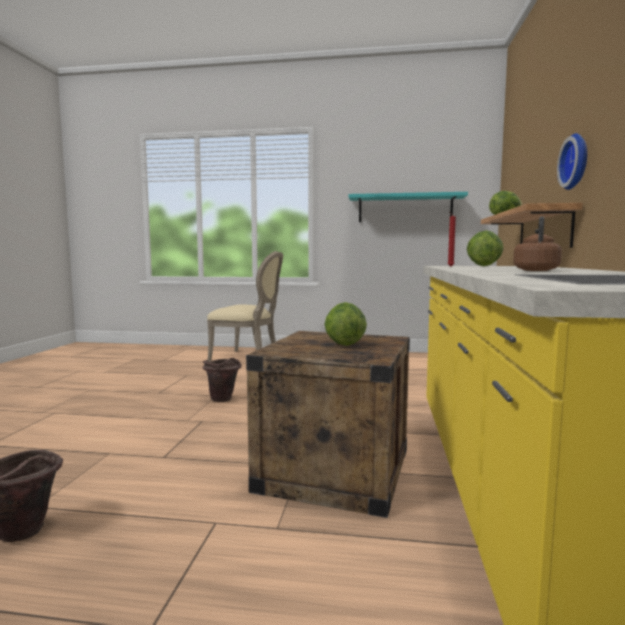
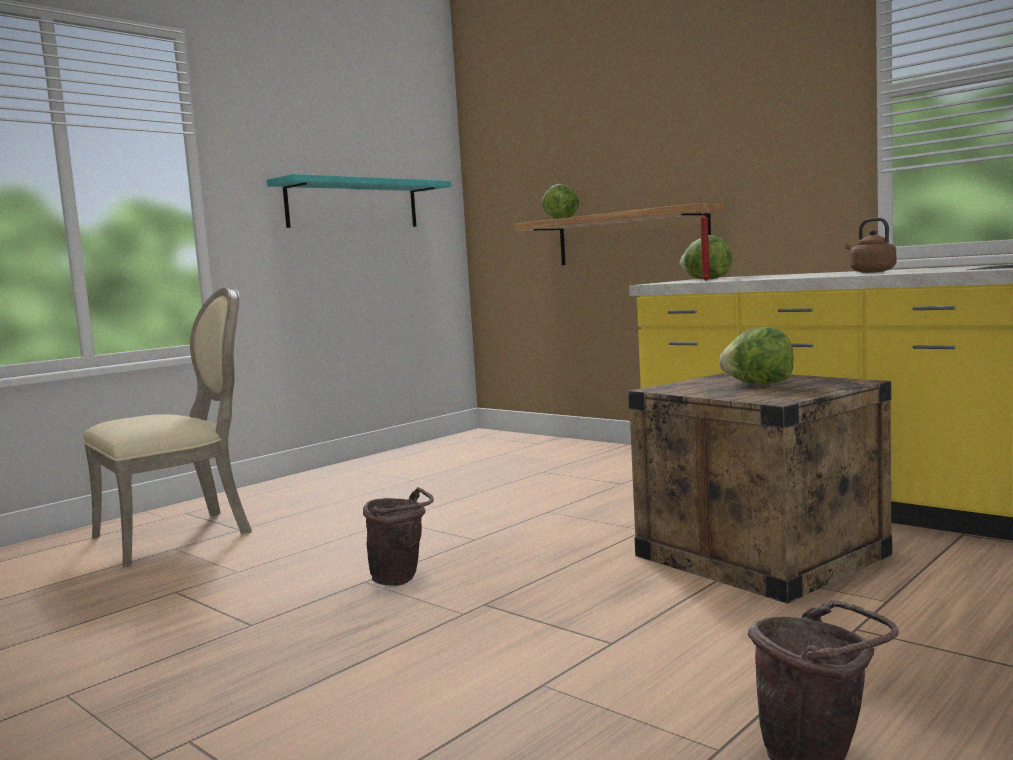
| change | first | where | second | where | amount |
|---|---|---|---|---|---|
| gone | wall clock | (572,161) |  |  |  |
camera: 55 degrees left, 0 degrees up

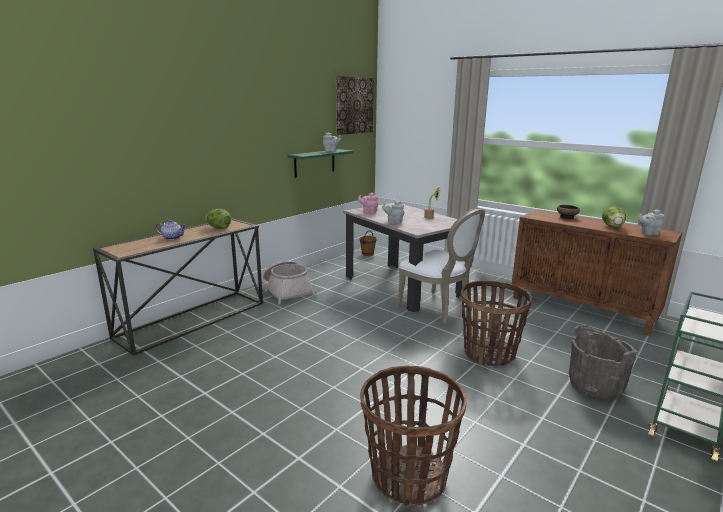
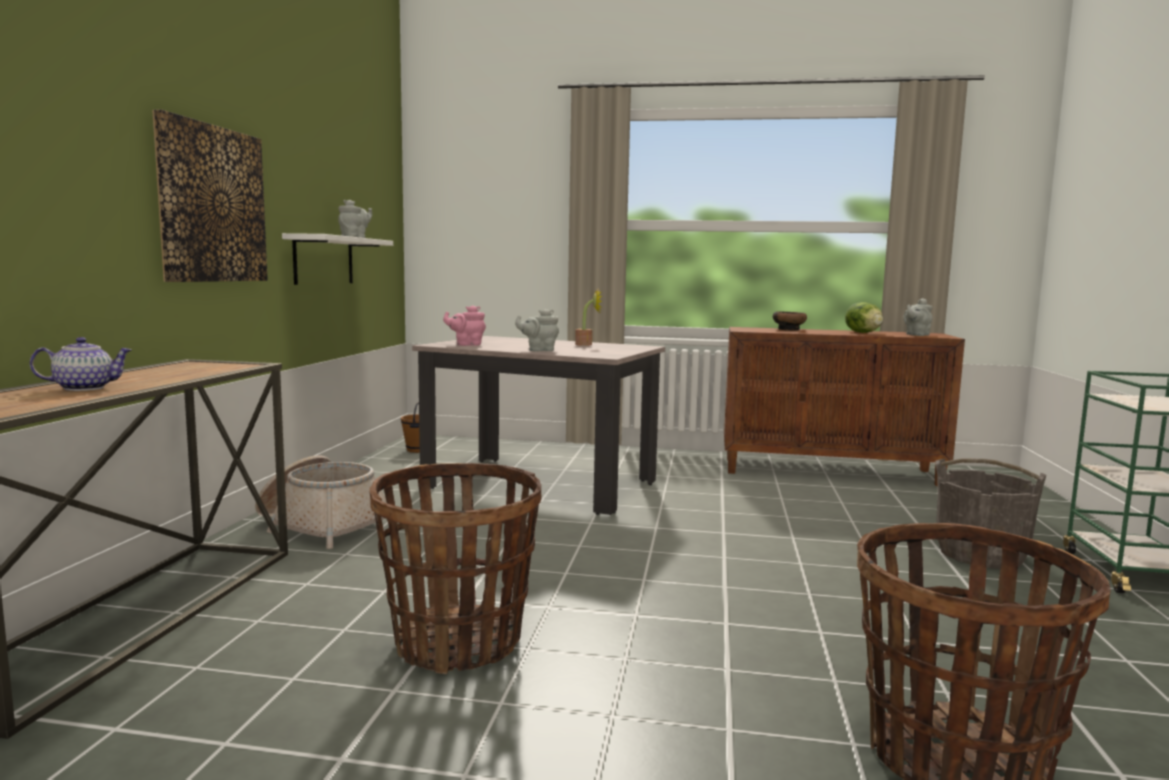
| change | first | where | second | where | amount |
|---|---|---|---|---|---|
| shifted | picture | (355,105) |  | (210,196) |  |
| repainted | shelf (green) | (320,163) | shelf (white) | (337,259) |  |
| shifted | basket | (496,323) |  | (455,568) |  |
| gone | lettuce | (218,219) |  |  |  |
| gone | chair (white) | (441,266) |  |  |  |
camera: 30 degrees left, 10 degrees down

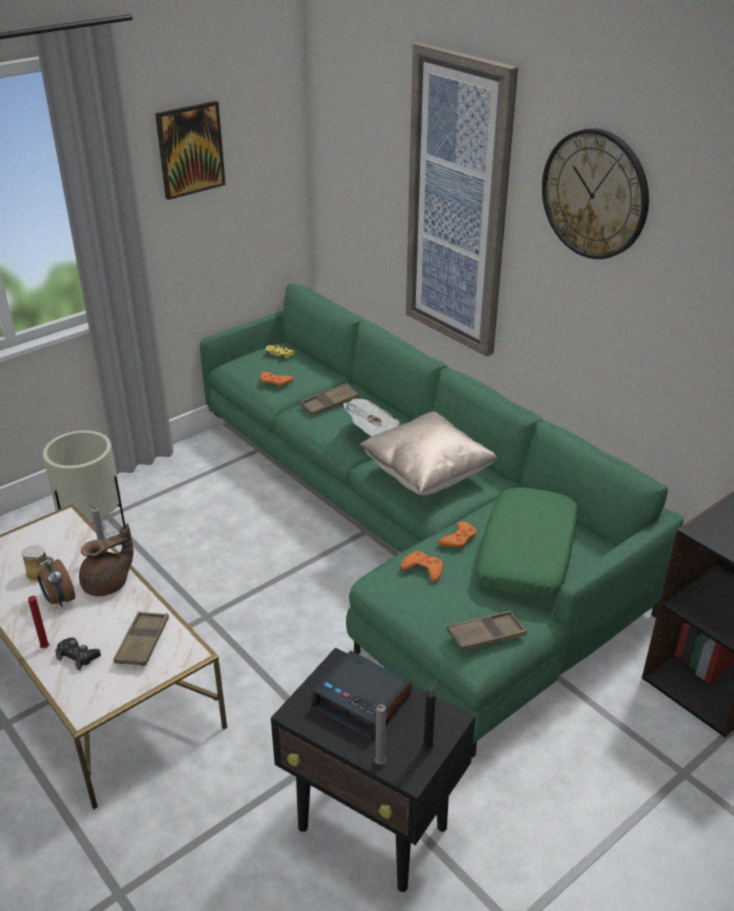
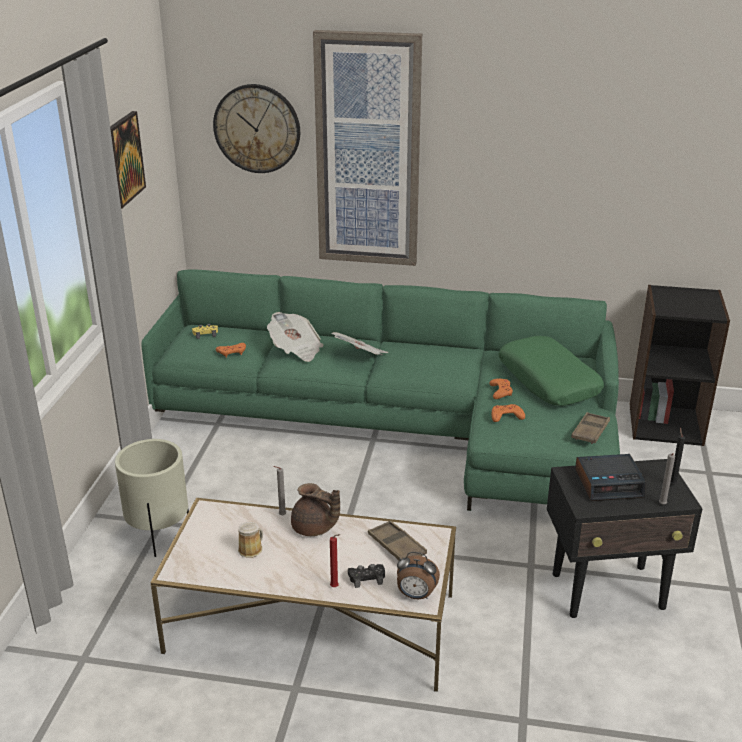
| change | first | where | second | where | amount |
|---|---|---|---|---|---|
| shifted | wall clock | (595,193) |  | (256,128) |  |
| swapped | tray (brown) | (329,399) | newspaper | (295,337) |  |
| rotated | teapot (brown) | (106,559) |  | (315,509) | 105 degrees clockwise |
| shifted | alarm clock | (56,580) |  | (418,575) |  |
| gone | pillow (beige) | (428,453) |  |  |  |
camera: 40 degrees left, 5 degrees down

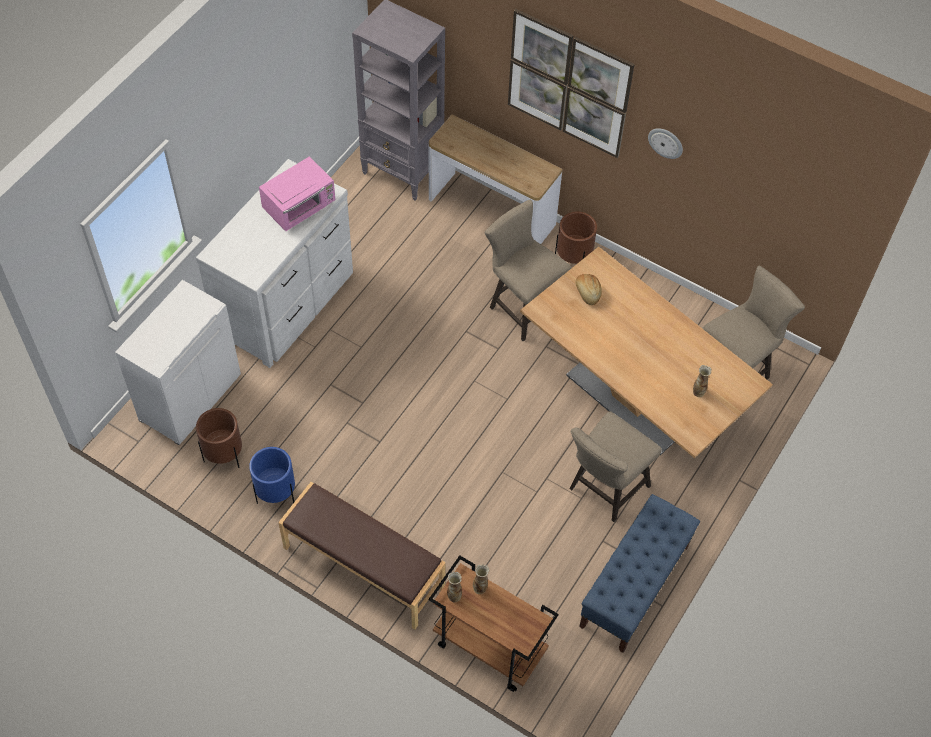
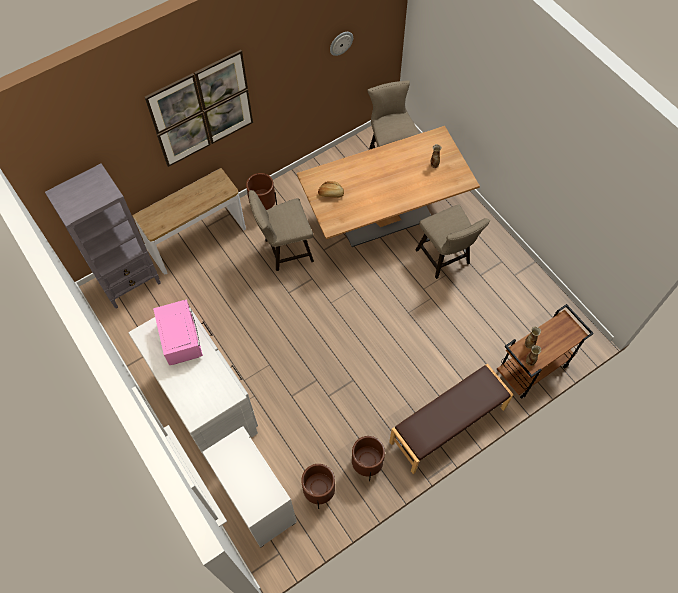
| change | first | where | second | where | amount |
|---|---|---|---|---|---|
| shifted | wall clock | (665,143) |  | (341,44) |  |
| repainted | planter (blue) | (272,475) | planter (brown) | (368,458) |  |
| gone | bench (blue) | (639,573) |  |  |  |
camera: 65 degrees left, 5 degrees up

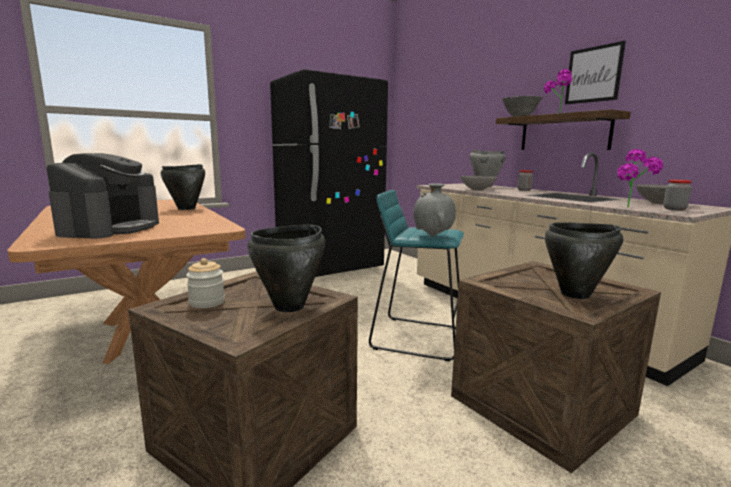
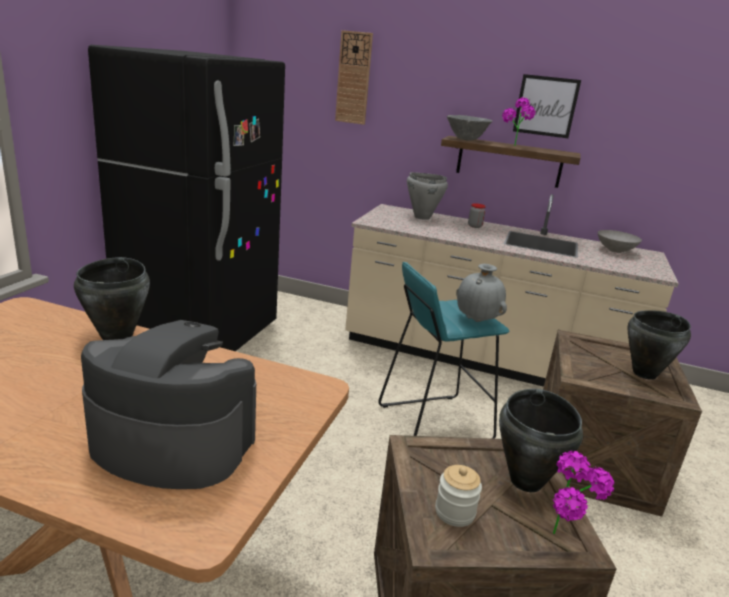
| change | first | where | second | where | amount |
|---|---|---|---|---|---|
| rotated | coffee machine | (103,196) |  | (168,404) | 45 degrees counterclockwise |
| new |  |  | wall clock | (354,77) |  |
| shifted | potted plant | (640,178) |  | (583,492) |  |
| gone | bowl (grey) | (479,183) |  |  |  |
| gone | jar | (677,195) |  |  |  |
camera: 40 degrees left, 10 degrees up

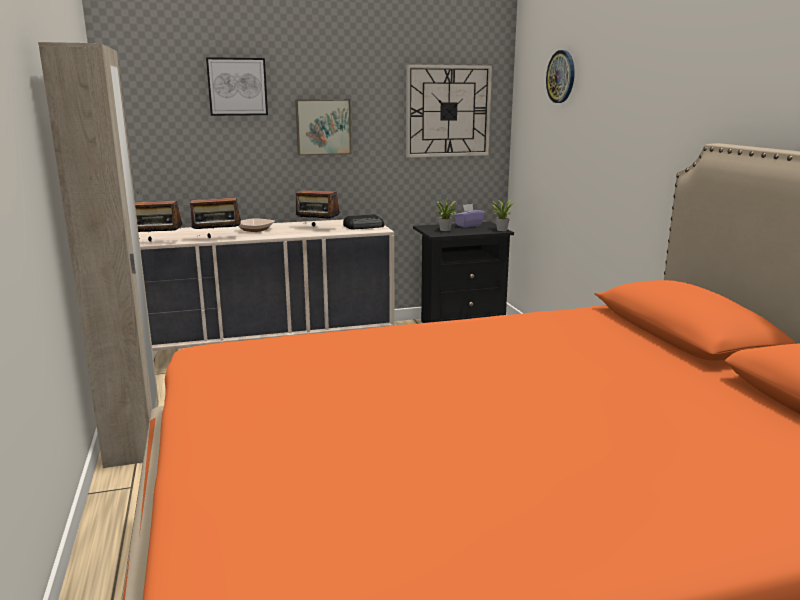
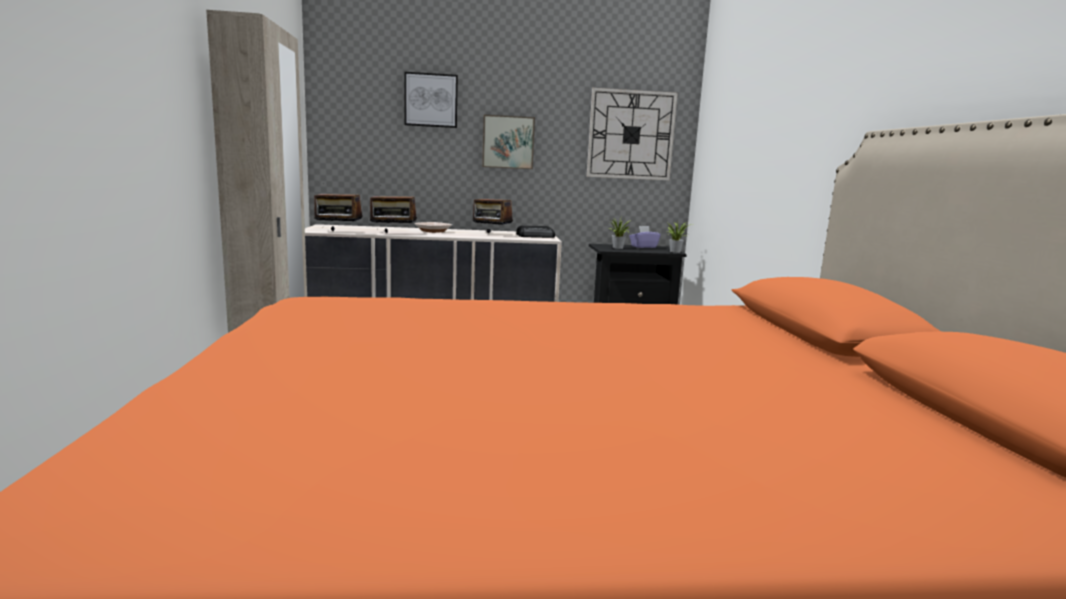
| change | first | where | second | where | amount |
|---|---|---|---|---|---|
| gone | wall clock | (560,76) |  |  |  |
camera: 10 degrees right, 5 degrees down

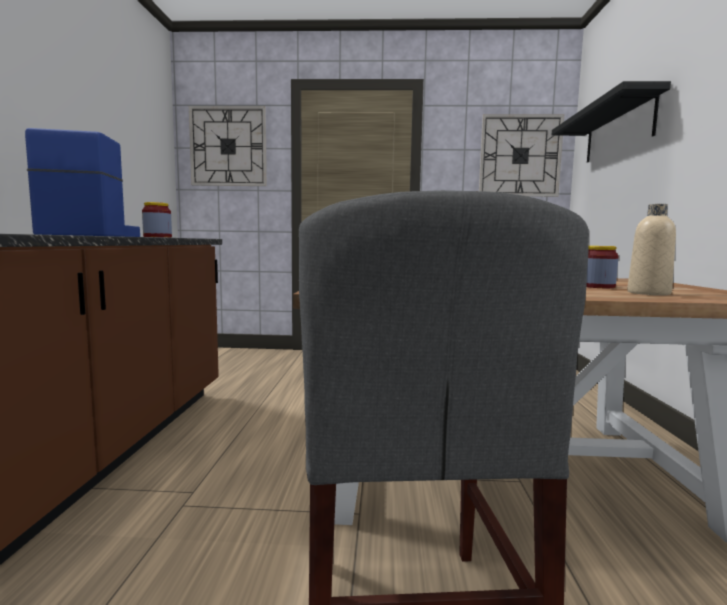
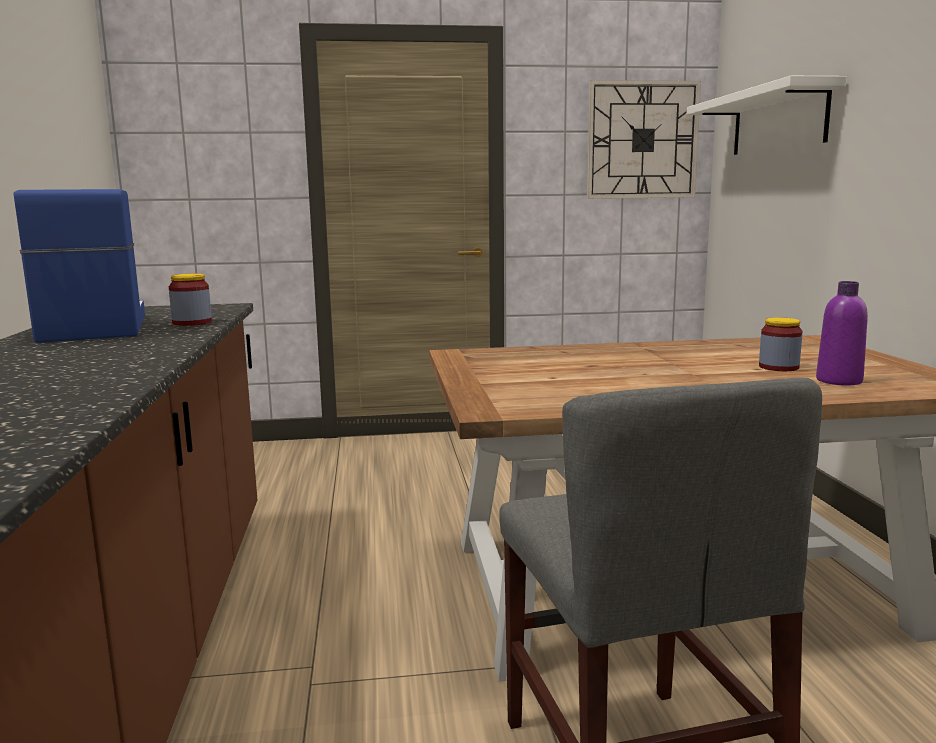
| change | first | where | second | where | amount |
|---|---|---|---|---|---|
| repainted | shelf (black) | (611,121) | shelf (white) | (766,115) |  |
| repainted | bottle (beige) | (651,249) | bottle (purple) | (842,333) |  |
| gone | wall clock | (228,146) |  |  |  |
camera: 10 degrees left, 5 degrees up

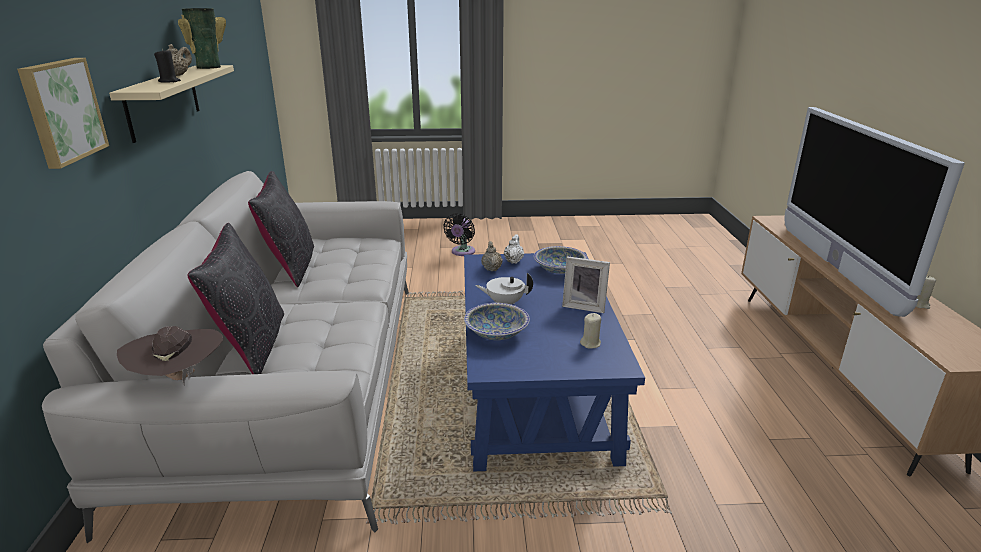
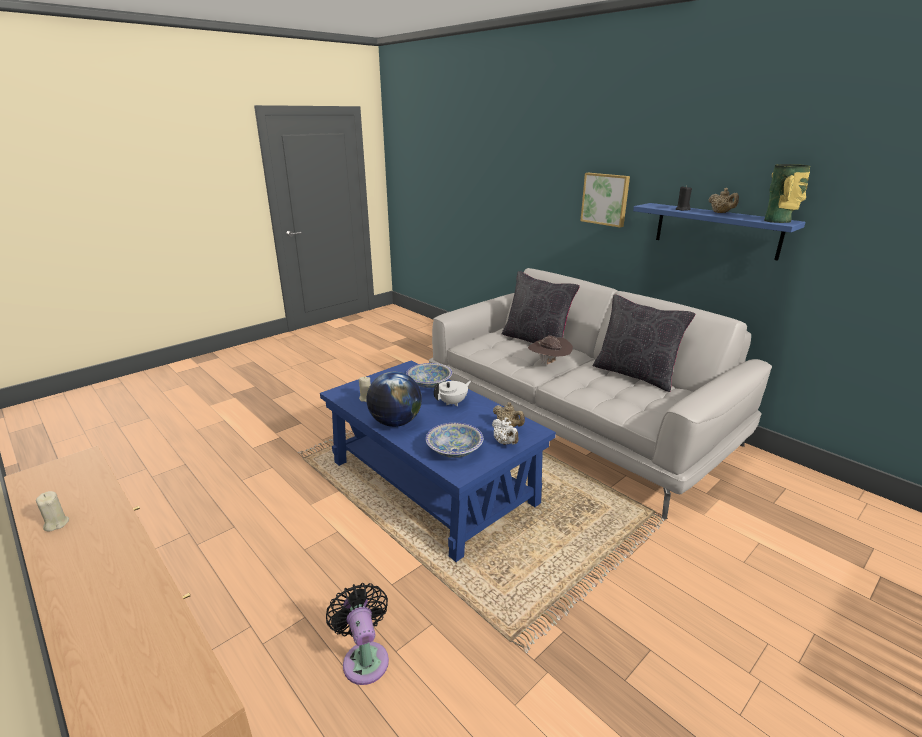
| change | first | where | second | where | amount |
|---|---|---|---|---|---|
| shifted | fan (black) | (459,234) |  | (357,634) |  |
| swapped | picture frame | (586,284) | globe | (394,399) |  |
| shifted | hat (brown) | (170,356) |  | (550,350) |  |
| repainted | shelf (beige) | (171,104) | shelf (blue) | (719,231) |  |
| gone | television | (874,212) |  |  |  |
camera: 140 degrees right, 0 degrees up

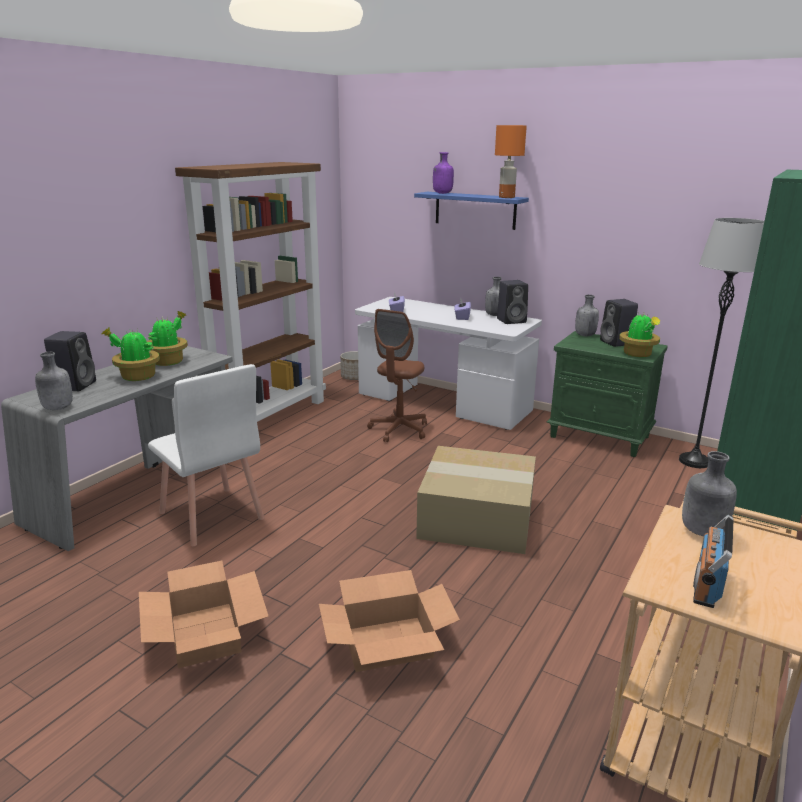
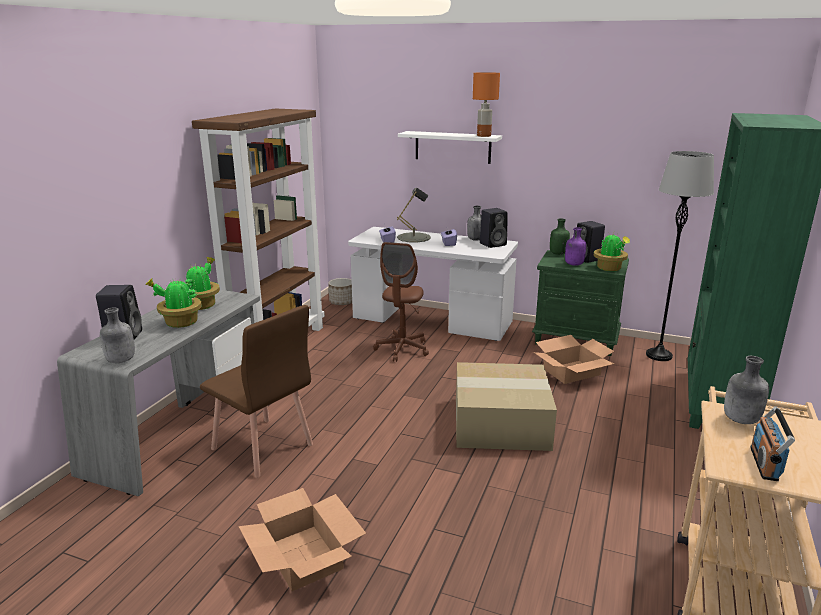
| change | first | where | second | where | amount |
|---|---|---|---|---|---|
| repainted | chair (white) | (206,455) | chair (brown) | (256,391) |  |
| new |  |  | table lamp (grey) | (414,215) |  |
| repainted | shelf (blue) | (471,211) | shelf (white) | (450,147) |  |
| shifted | cardboard box | (389,621) |  | (574,359) |  |
| repainted | bottle (grey) | (587,315) | bottle (green) | (560,236) |  |
| shifted | bottle (purple) | (443,173) |  | (575,246) |  |
camera: 10 degrees left, 0 degrees up

